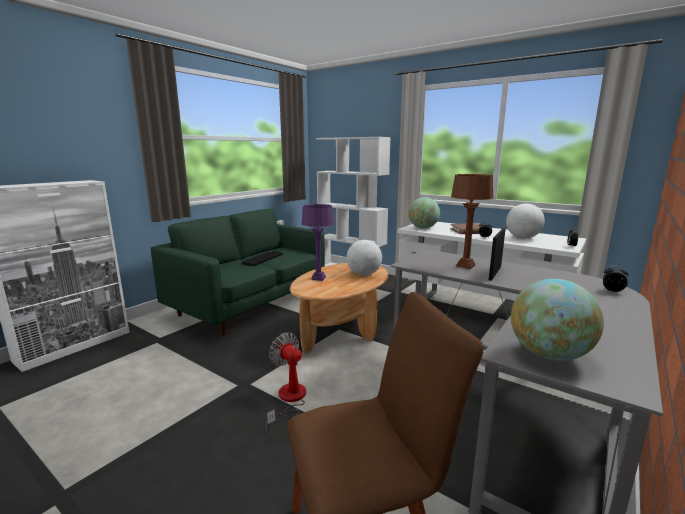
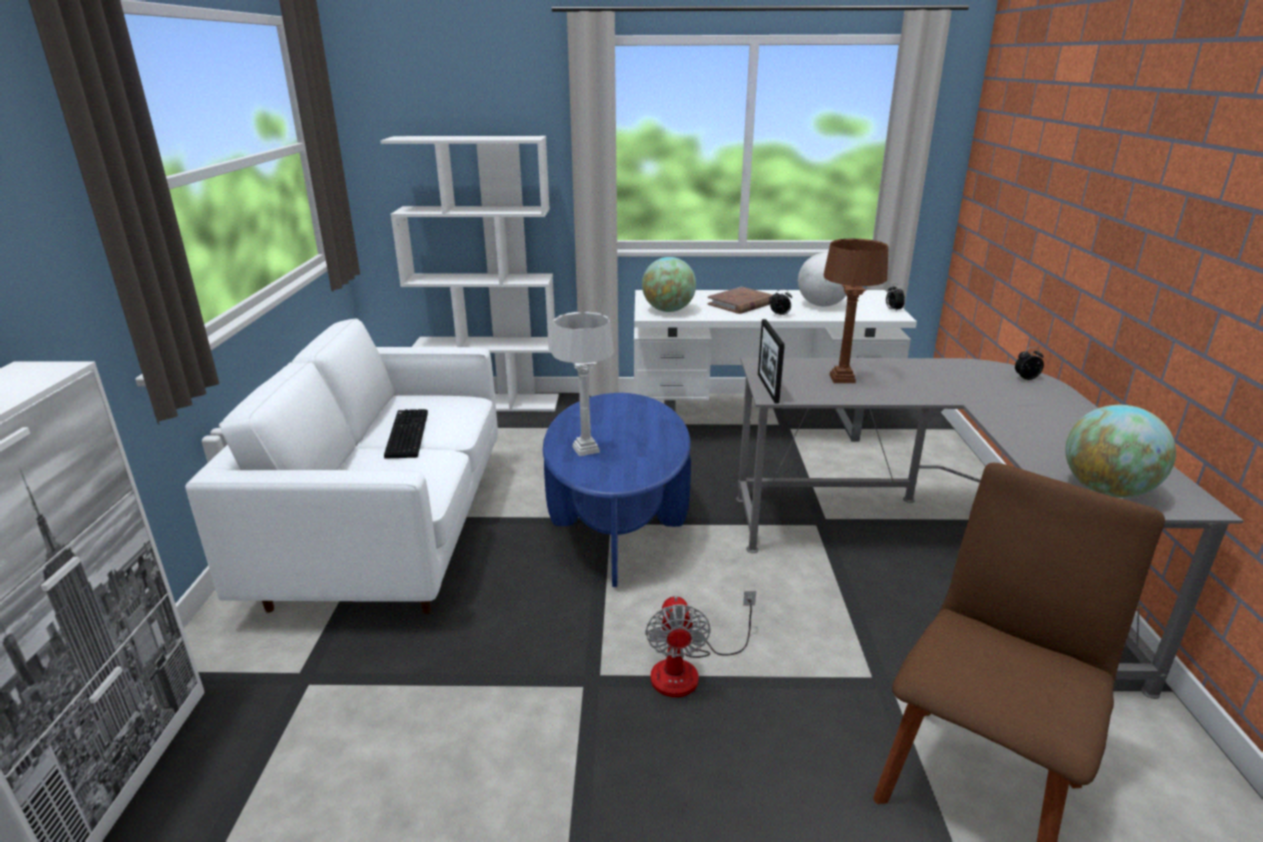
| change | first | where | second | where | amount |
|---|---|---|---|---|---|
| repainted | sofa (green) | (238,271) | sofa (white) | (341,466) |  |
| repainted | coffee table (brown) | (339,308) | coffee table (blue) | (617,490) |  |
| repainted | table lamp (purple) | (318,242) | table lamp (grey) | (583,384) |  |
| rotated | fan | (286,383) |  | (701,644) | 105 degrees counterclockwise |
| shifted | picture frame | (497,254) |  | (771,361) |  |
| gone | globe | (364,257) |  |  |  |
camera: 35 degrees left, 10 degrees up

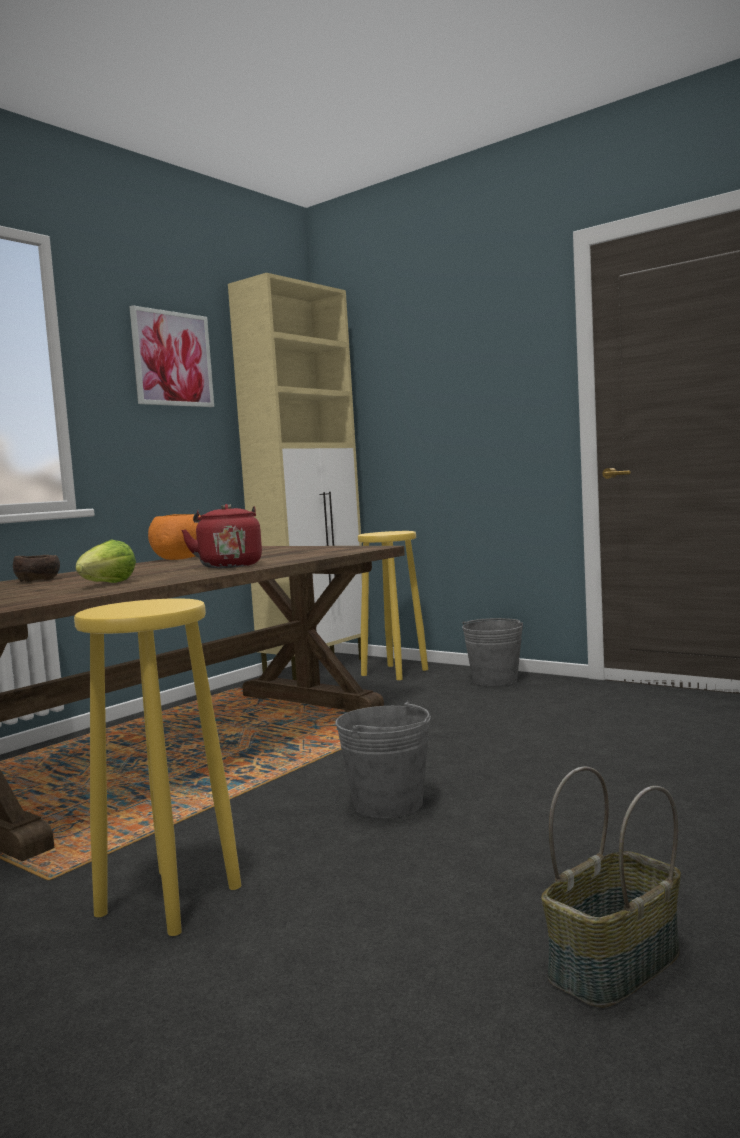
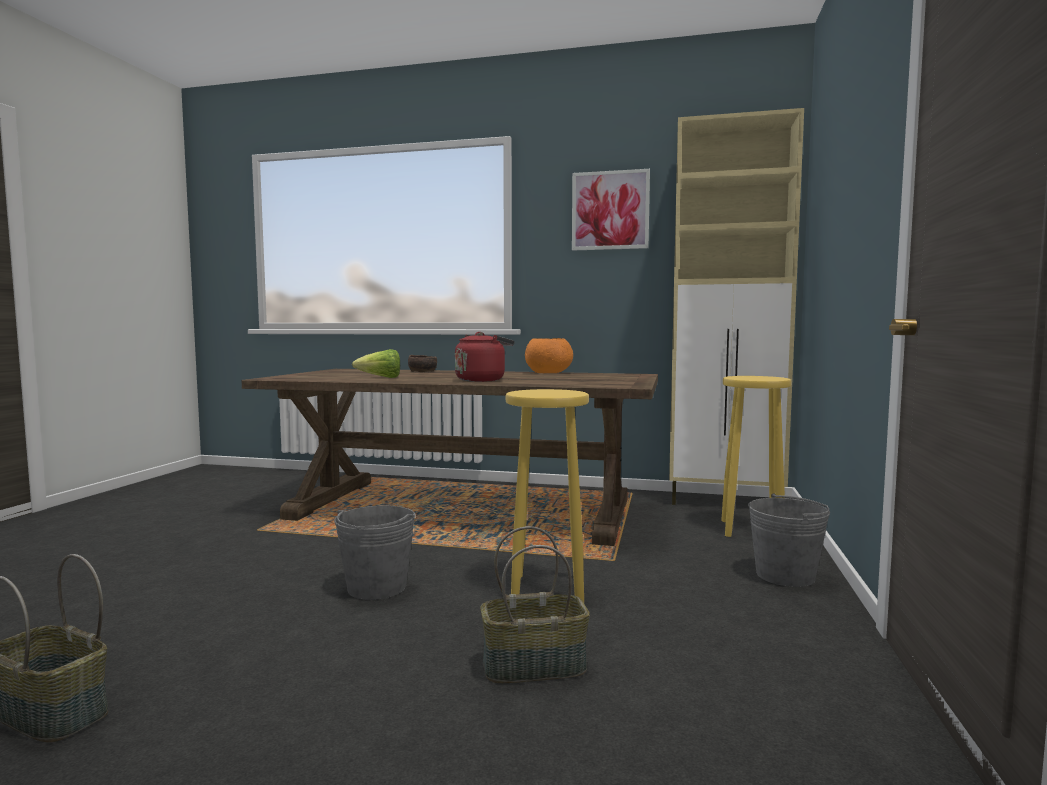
| change | first | where | second | where | amount |
|---|---|---|---|---|---|
| new |  |  | basket | (535,604) |  |
| shifted | stool (yellow) | (157,767) |  | (547,495) |  |
camera: 65 degrees right, 0 degrees up

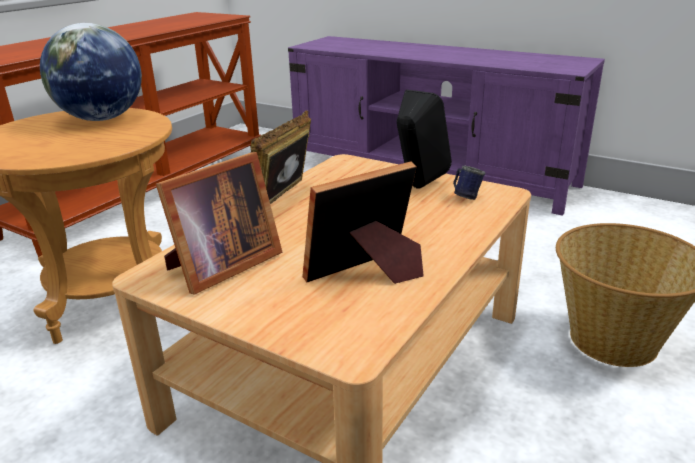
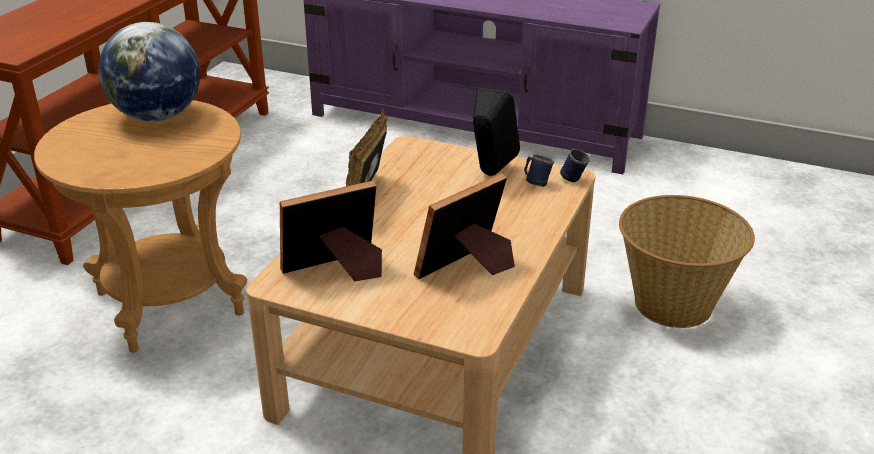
| change | first | where | second | where | amount |
|---|---|---|---|---|---|
| rotated | picture frame | (219,223) |  | (331,231) | 150 degrees counterclockwise |
| new |  |  | mug (blue) | (575,165) |  |
camera: 10 degrees left, 5 degrees up

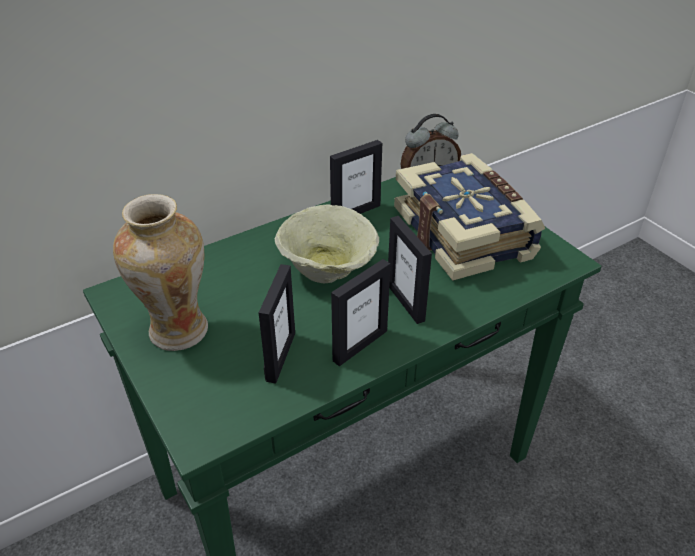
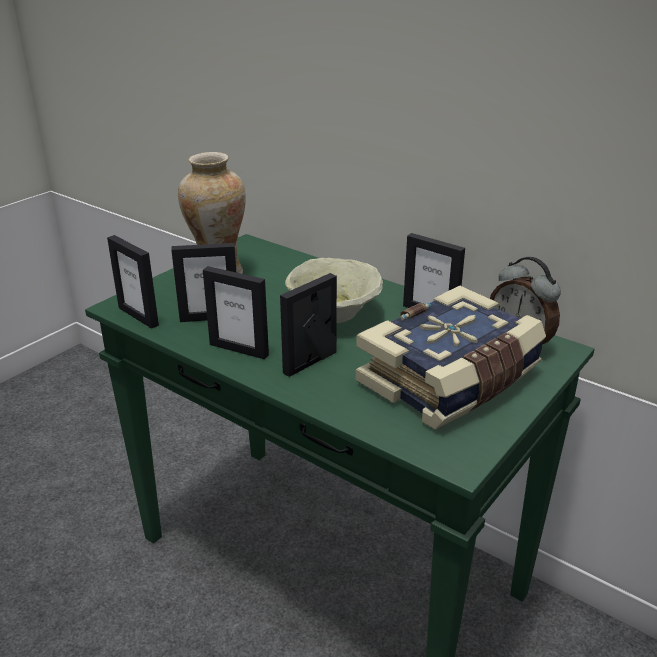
| change | first | where | second | where | amount |
|---|---|---|---|---|---|
| new |  |  | picture frame | (133,282) |  |
camera: 70 degrees right, 10 degrees down

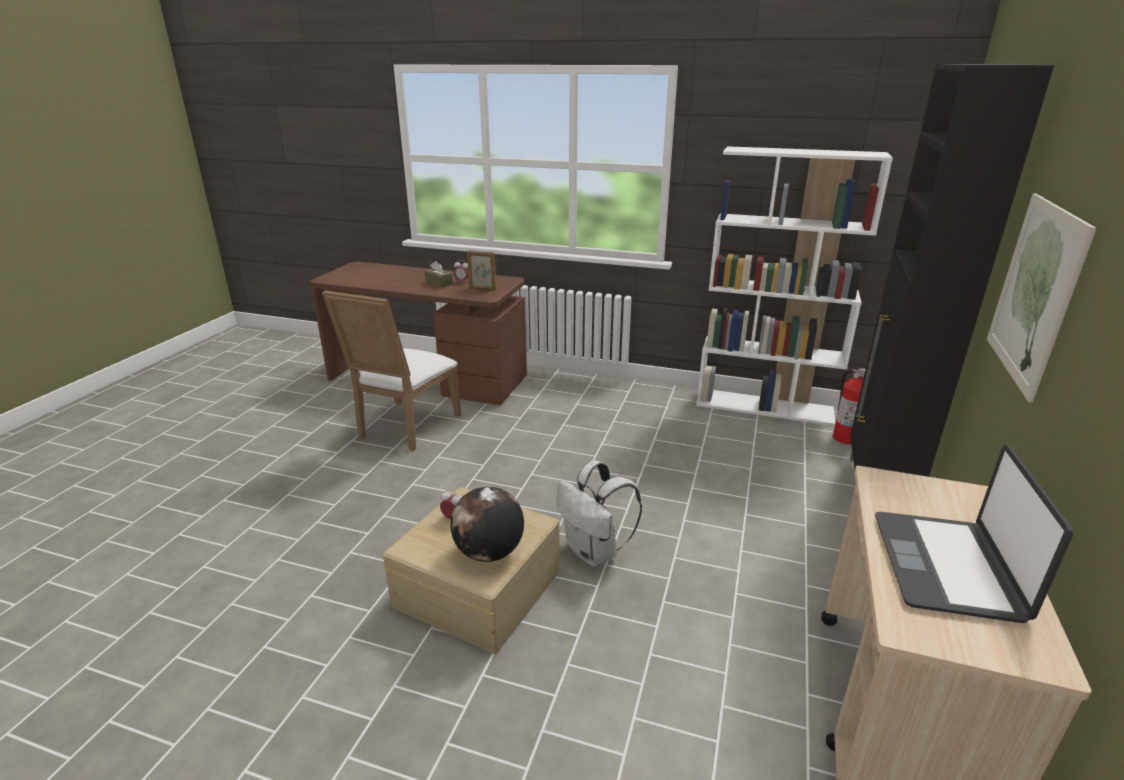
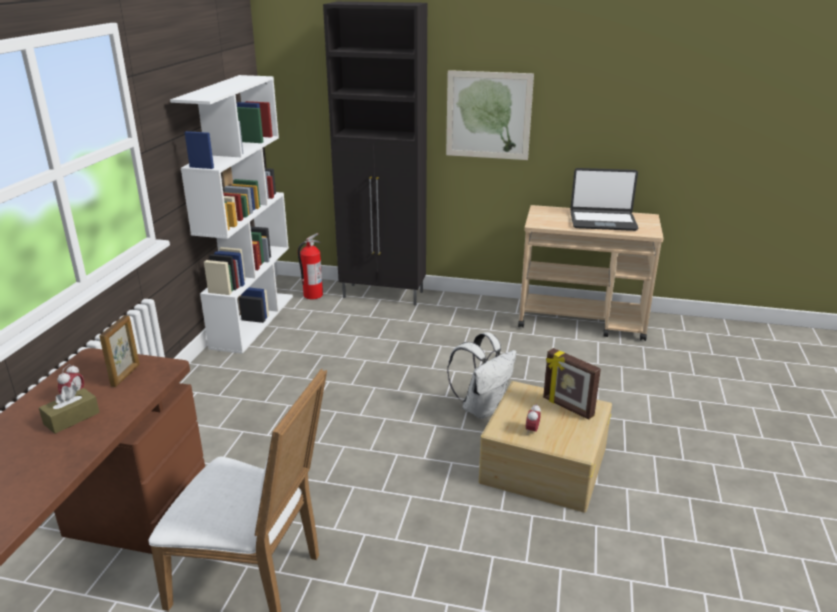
| change | first | where | second | where | amount |
|---|---|---|---|---|---|
| swapped | globe | (487,524) | picture frame | (572,384) |  |
camera: 95 degrees left, 0 degrees up

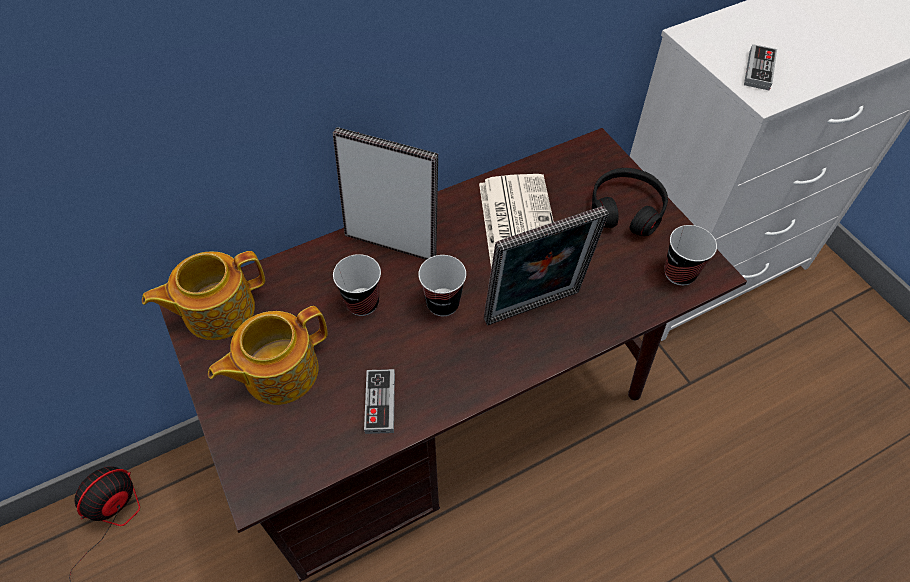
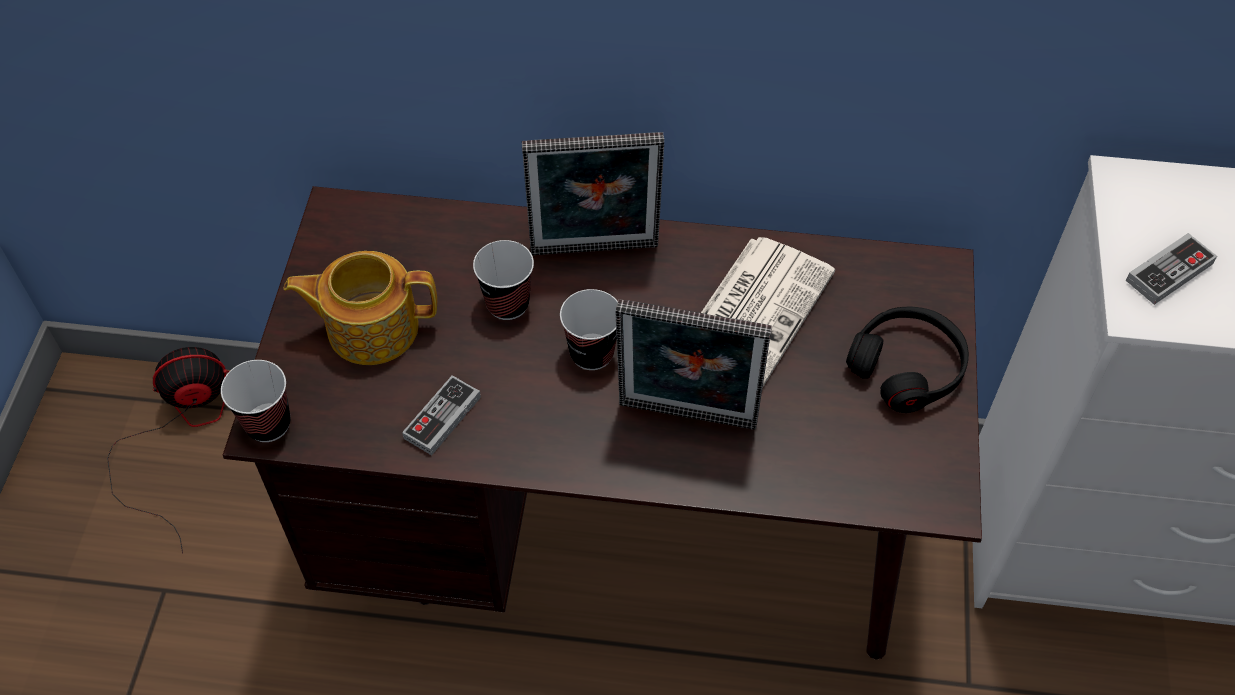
| change | first | where | second | where | amount |
|---|---|---|---|---|---|
| shifted | cup | (690,255) |  | (256,401) |  |
| rotated | picture frame | (385,193) |  | (593,193) | 120 degrees clockwise |
| gone | teapot | (203,295) |  |  |  |
camera: 35 degrees right, 0 degrees up

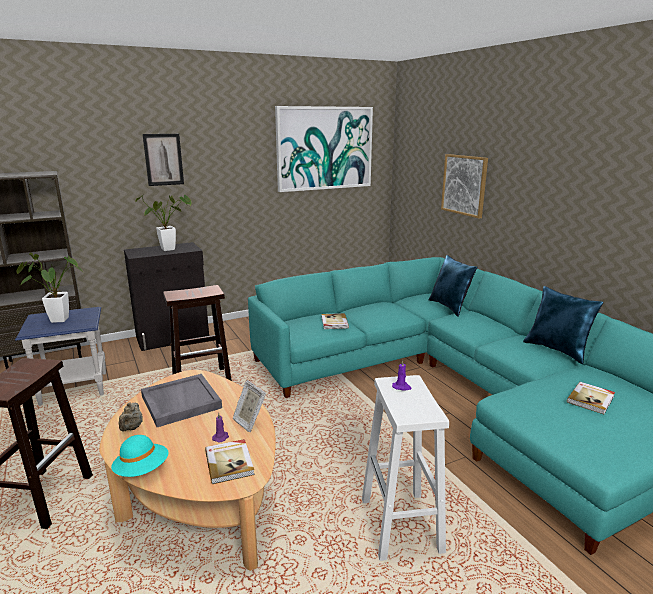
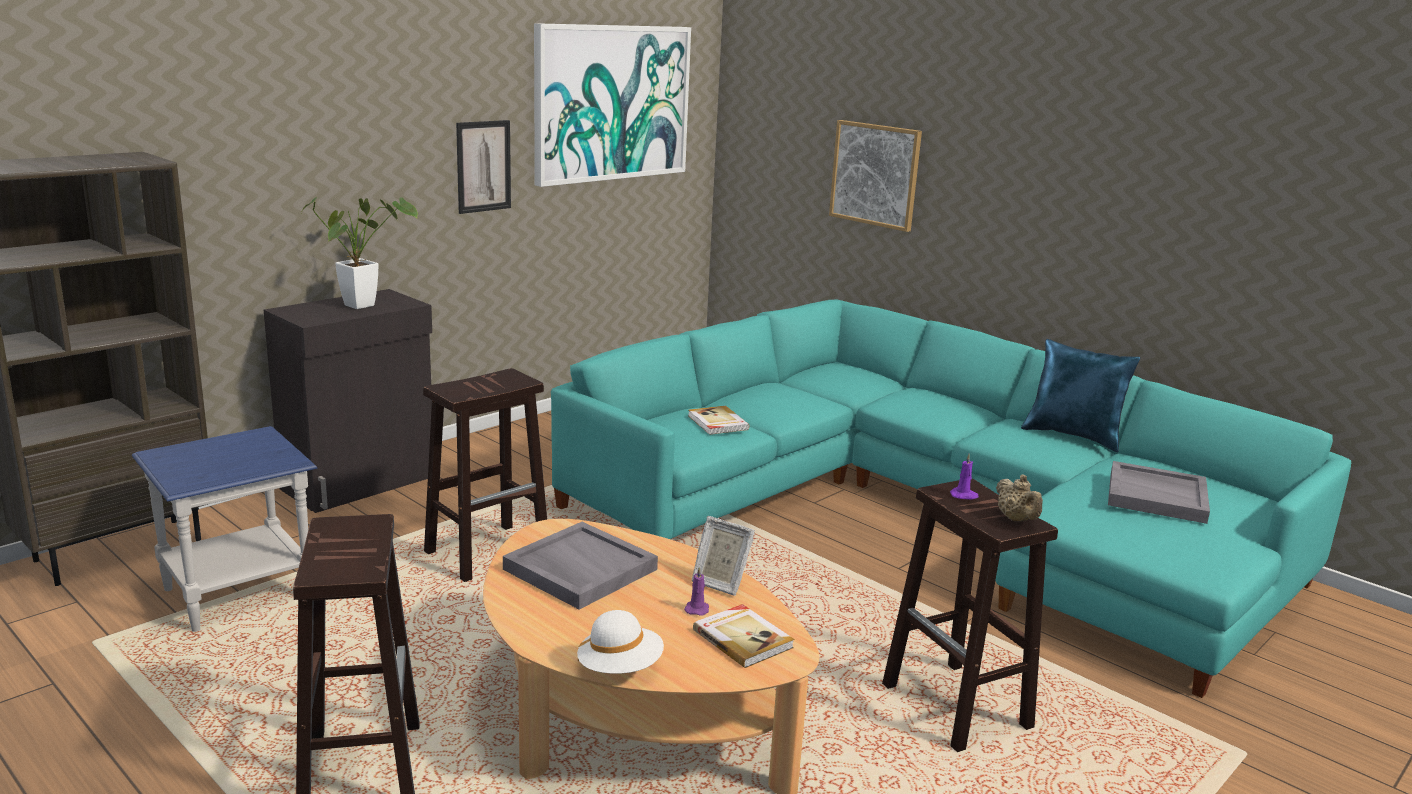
| change | first | where | second | where | amount |
|---|---|---|---|---|---|
| shifted | picture | (163,160) |  | (483,167) |  |
| repainted | hat (turquoise) | (140,456) | hat (white) | (620,642) |  |
| repainted | stool (white) | (405,468) | stool (brown) | (970,615) |  |
| shifted | teapot (beige) | (130,417) |  | (1019,498) |  |
| swapped | book | (591,398) | tray (grey) | (1159,492) |  |
| gone | potted plant | (50,287) |  |  |  |
| gone | pillow (blue) | (453,286) |  |  |  |
camera: 20 degrees left, 0 degrees up

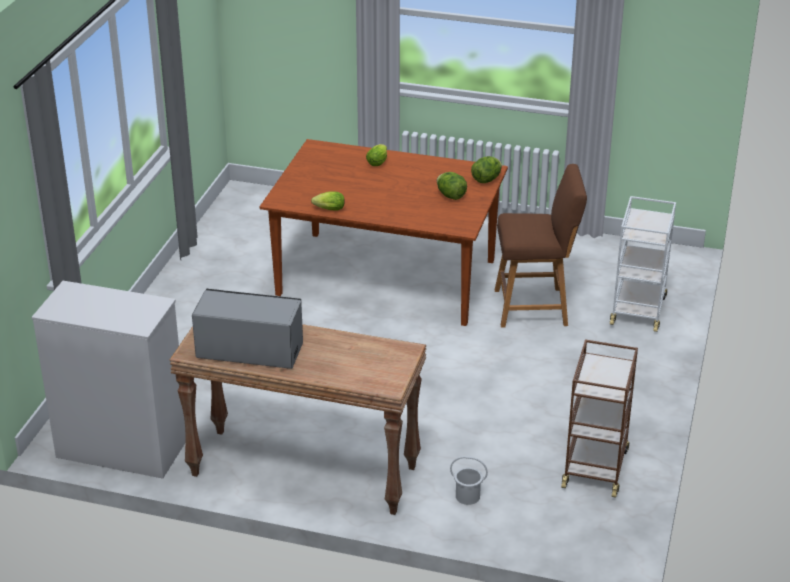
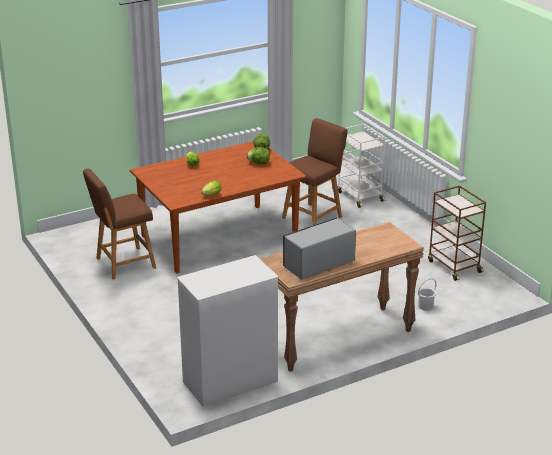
| change | first | where | second | where | amount |
|---|---|---|---|---|---|
| new |  |  | stool (brown) | (119,224) |  |
camera: 45 degrees left, 5 degrees down

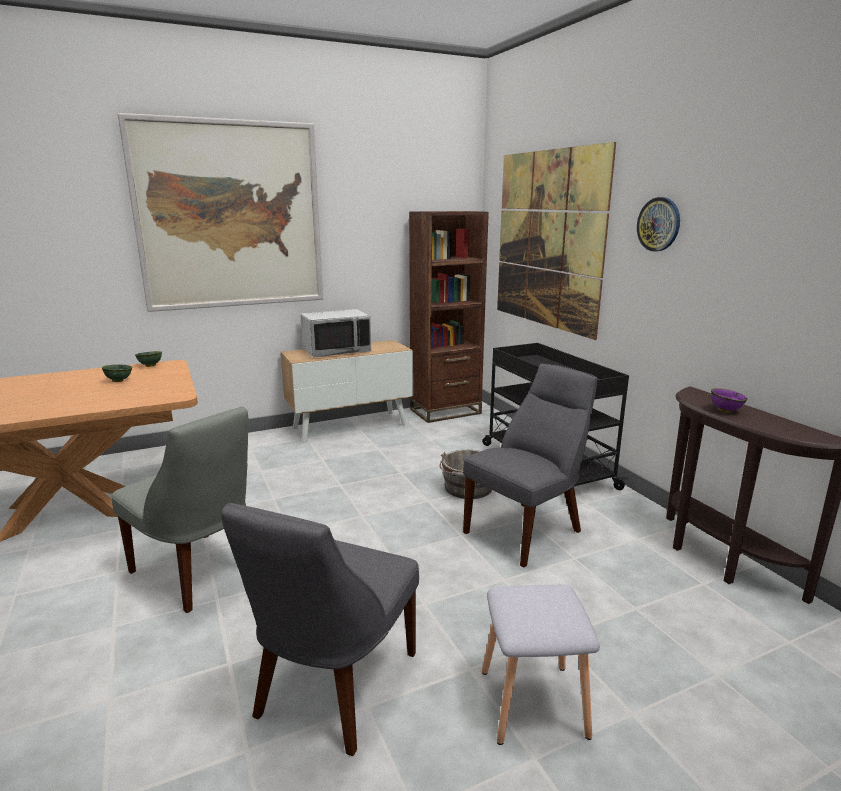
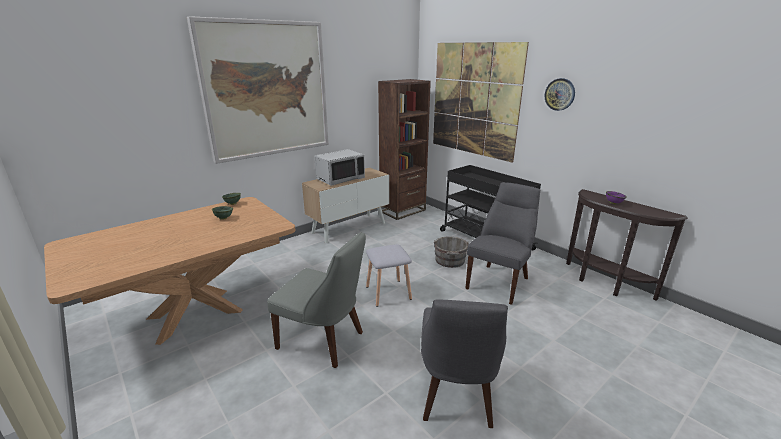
| change | first | where | second | where | amount |
|---|---|---|---|---|---|
| shifted | stool (grey) | (541,665) |  | (389,275) |  |
camera: 15 degrees left, 5 degrees up

